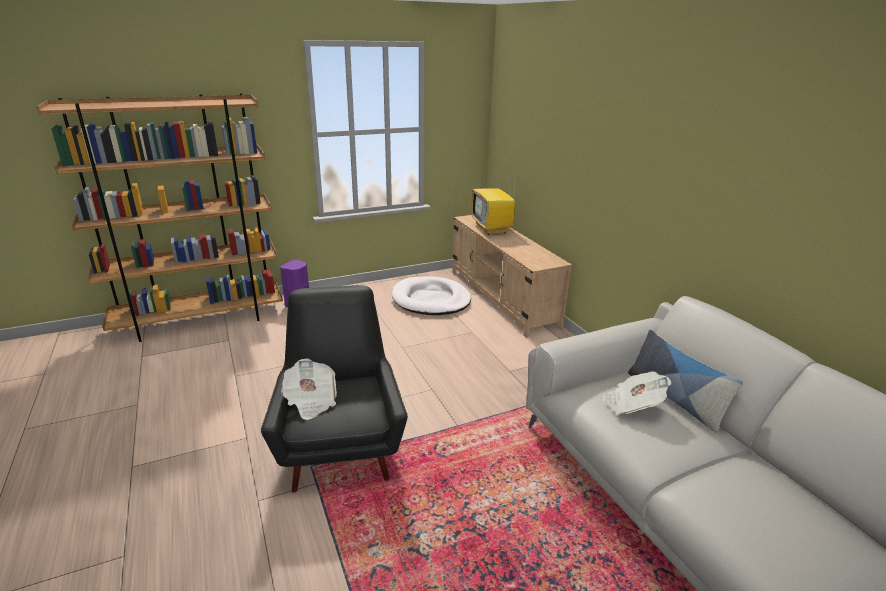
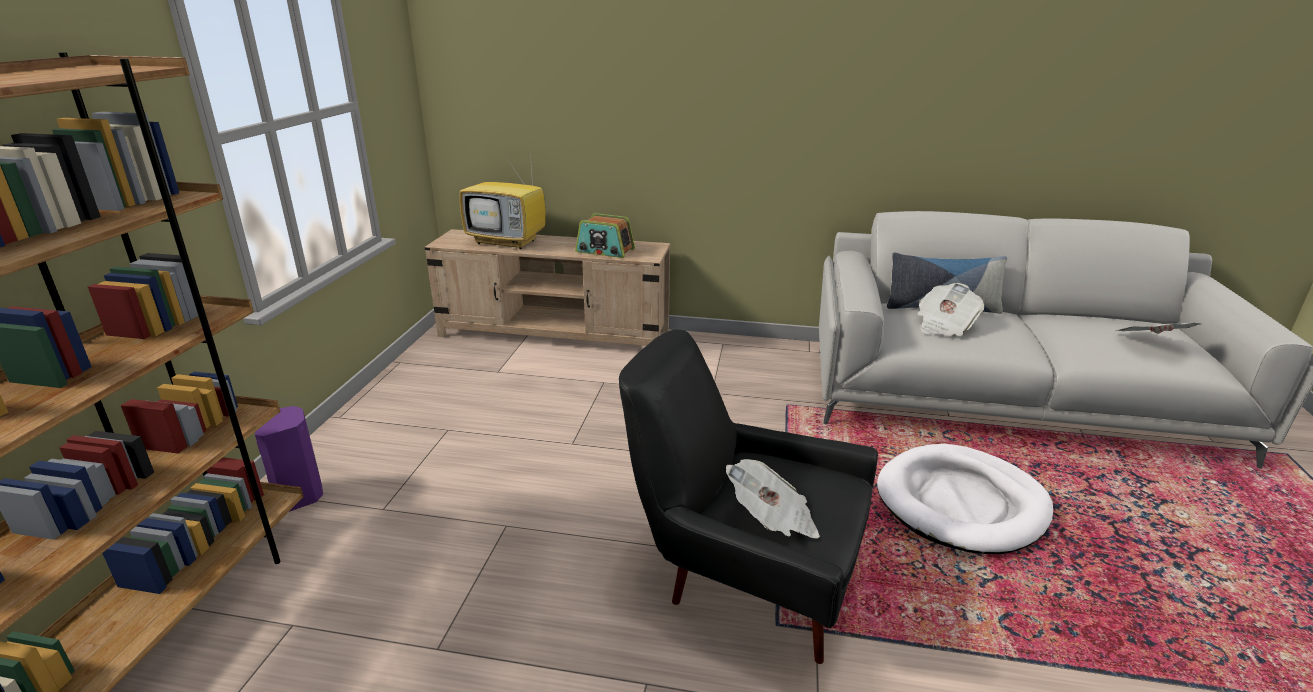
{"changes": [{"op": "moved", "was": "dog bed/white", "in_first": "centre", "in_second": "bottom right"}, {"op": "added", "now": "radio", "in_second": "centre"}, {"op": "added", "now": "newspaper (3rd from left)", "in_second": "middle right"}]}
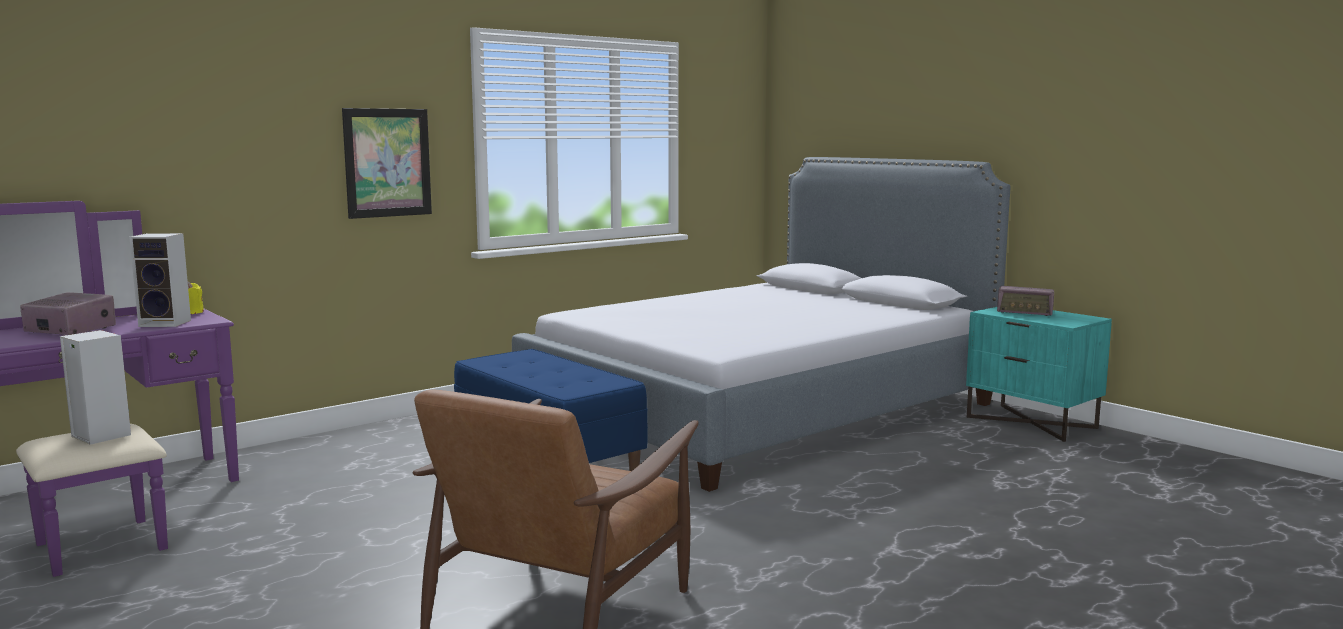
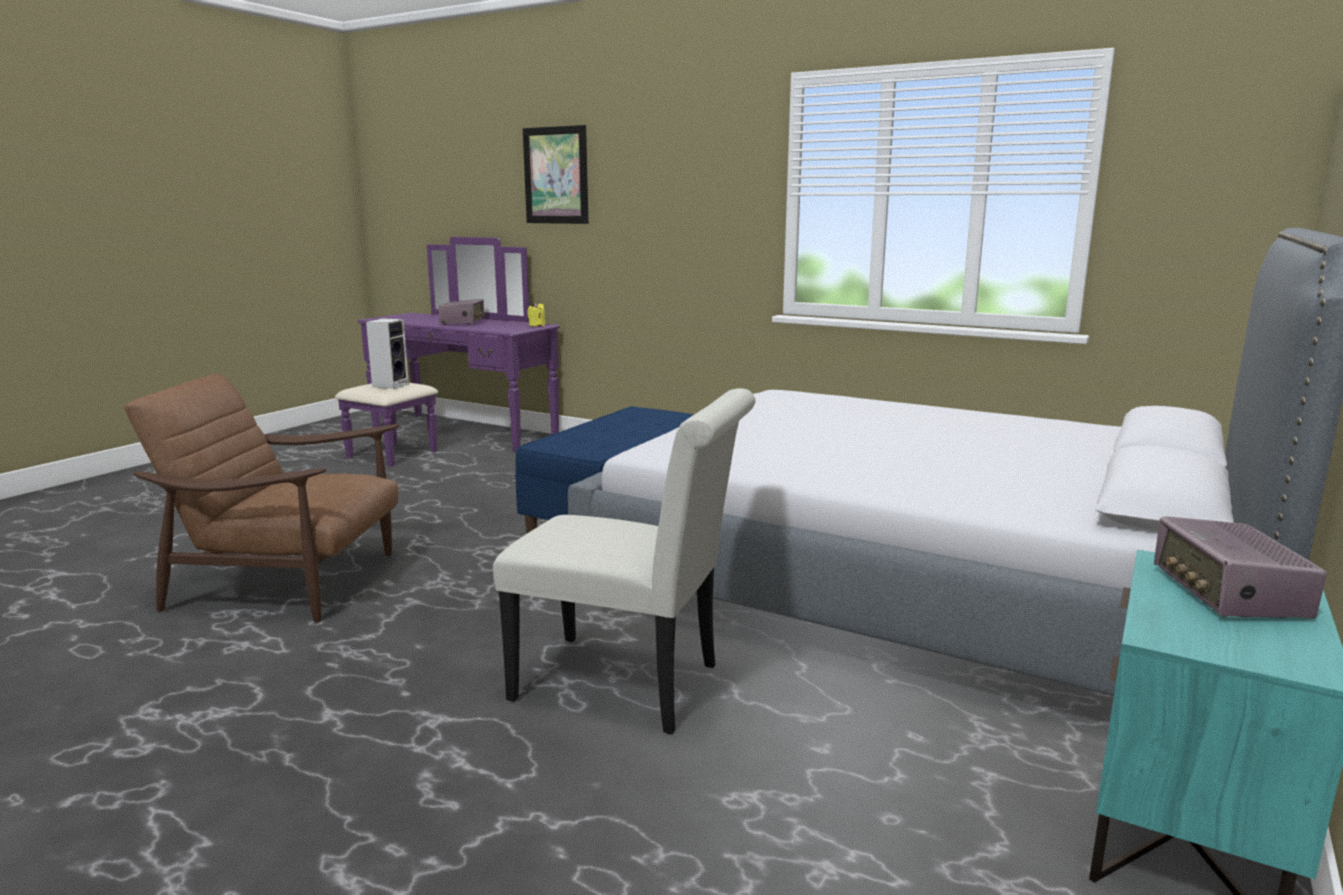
{"changes": [{"op": "removed", "was": "speaker (2nd from left)", "in_first": "middle left"}, {"op": "moved", "was": "picture", "in_first": "top left", "in_second": "top centre"}, {"op": "added", "now": "chair/white", "in_second": "centre"}]}
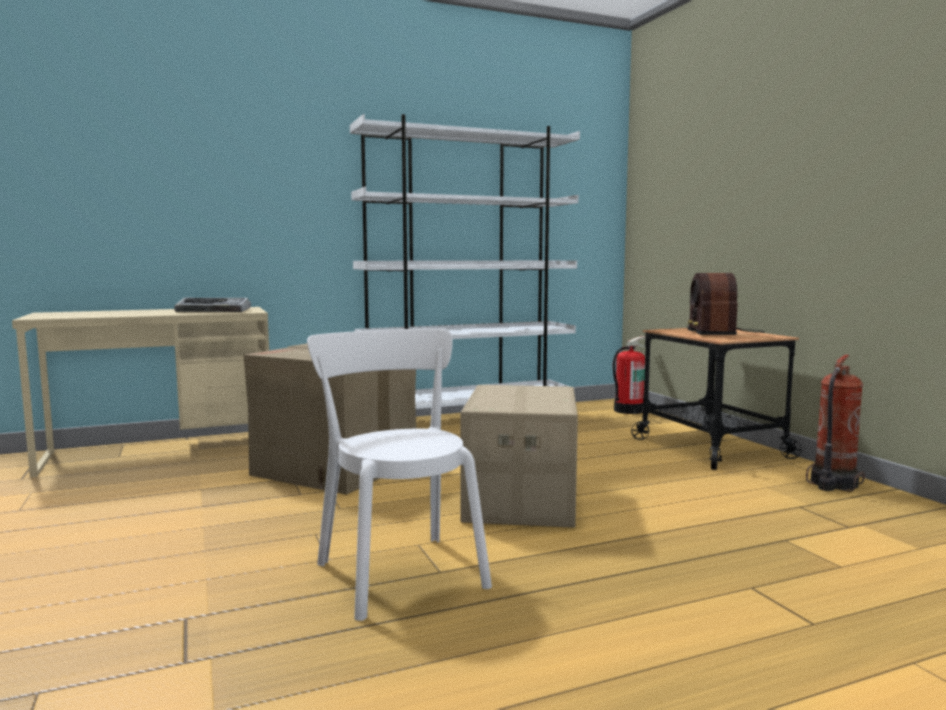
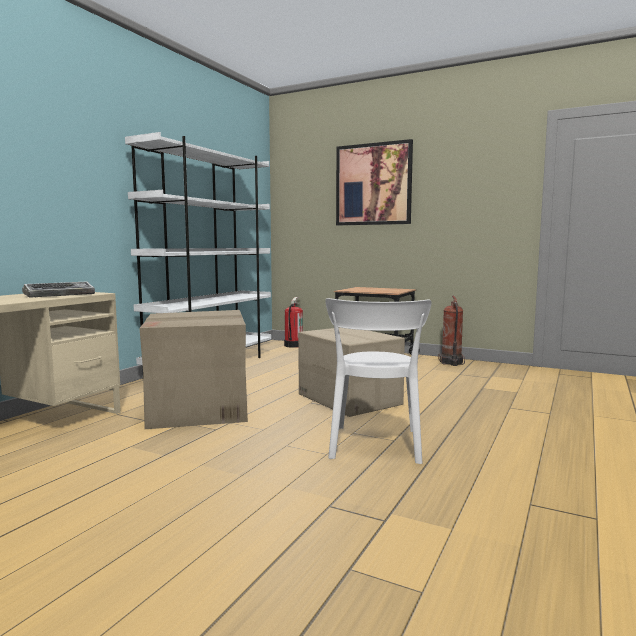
{"changes": [{"op": "turned", "was": "chair/white", "in_first": "bottom centre", "in_second": "centre", "clockwise": -105}, {"op": "removed", "was": "radio", "in_first": "middle right"}, {"op": "added", "now": "picture", "in_second": "top centre"}]}
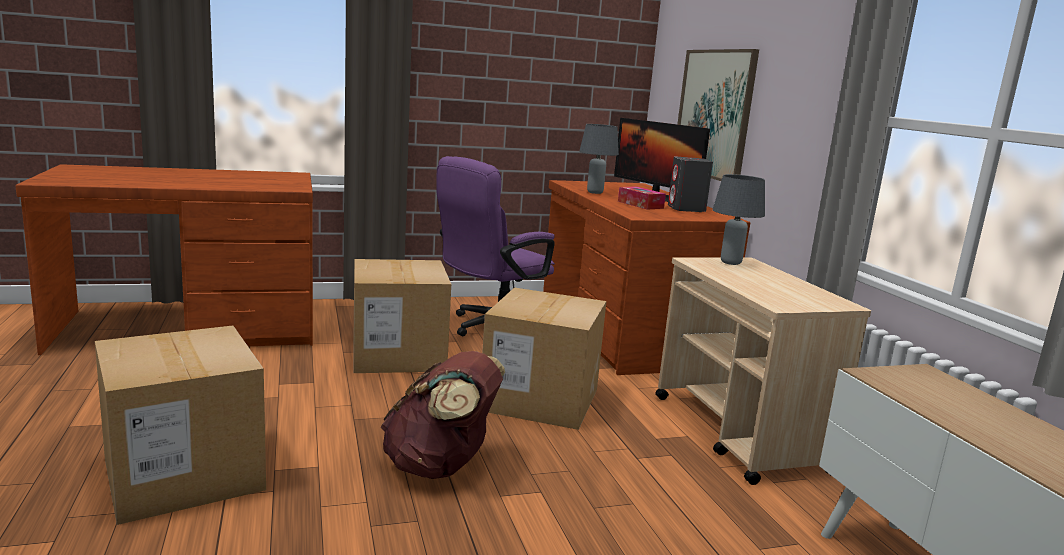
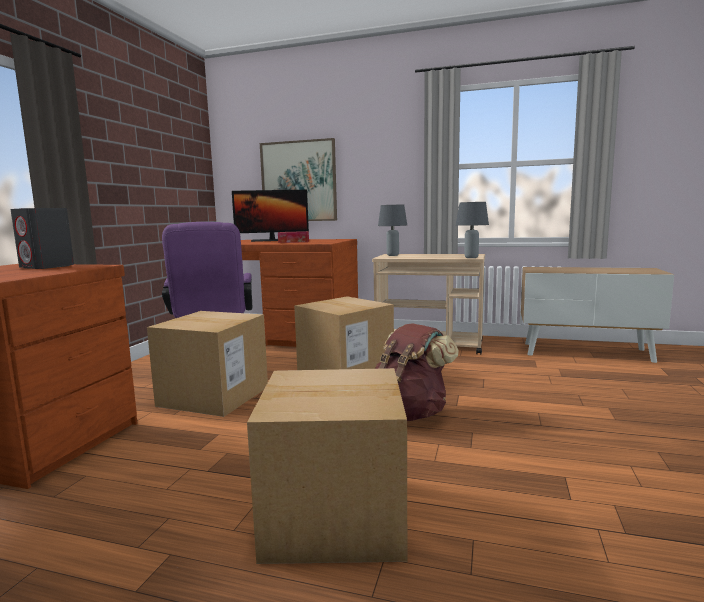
{"changes": [{"op": "moved", "was": "table lamp/grey (1st from left in the first image)", "now": "table lamp/grey (2nd from left)", "in_first": "top centre", "in_second": "middle right"}, {"op": "moved", "was": "speaker/grey", "in_first": "top centre", "in_second": "middle left"}]}
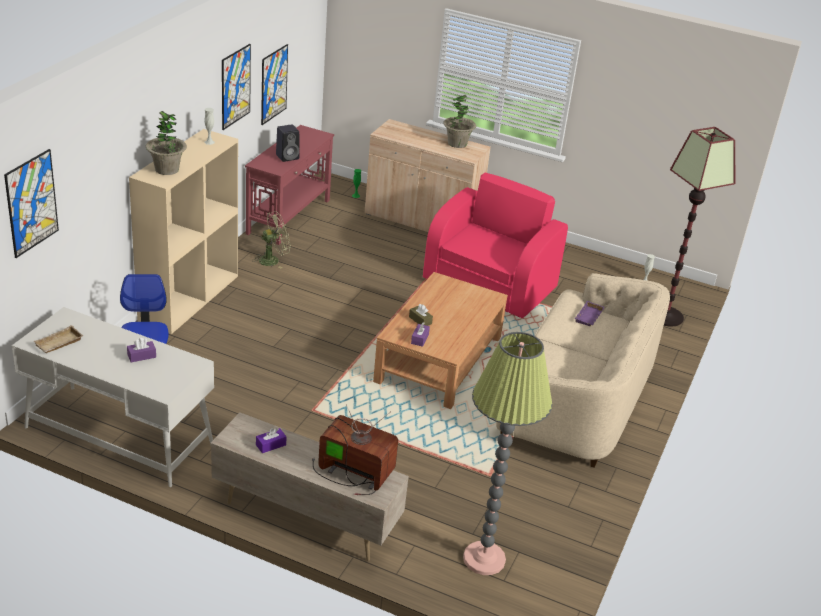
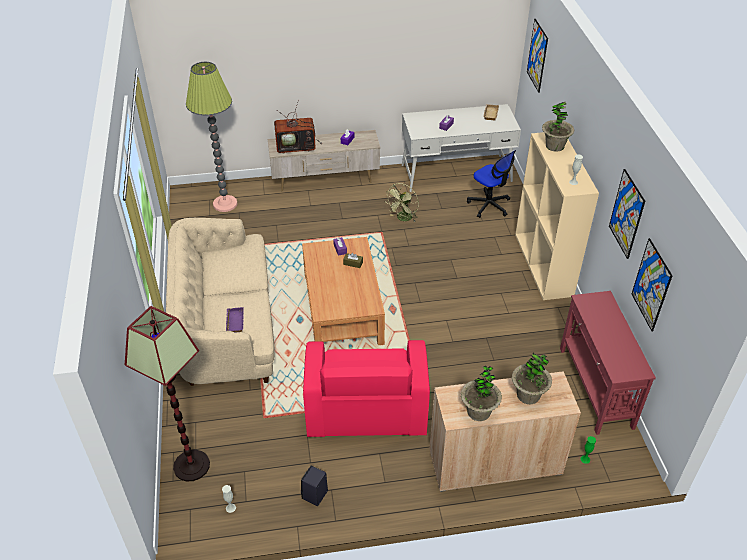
{"changes": [{"op": "moved", "was": "fan/green", "in_first": "middle left", "in_second": "centre"}, {"op": "moved", "was": "speaker/black", "in_first": "top centre", "in_second": "bottom centre"}, {"op": "added", "now": "potted plant (2nd from left)", "in_second": "bottom right"}]}
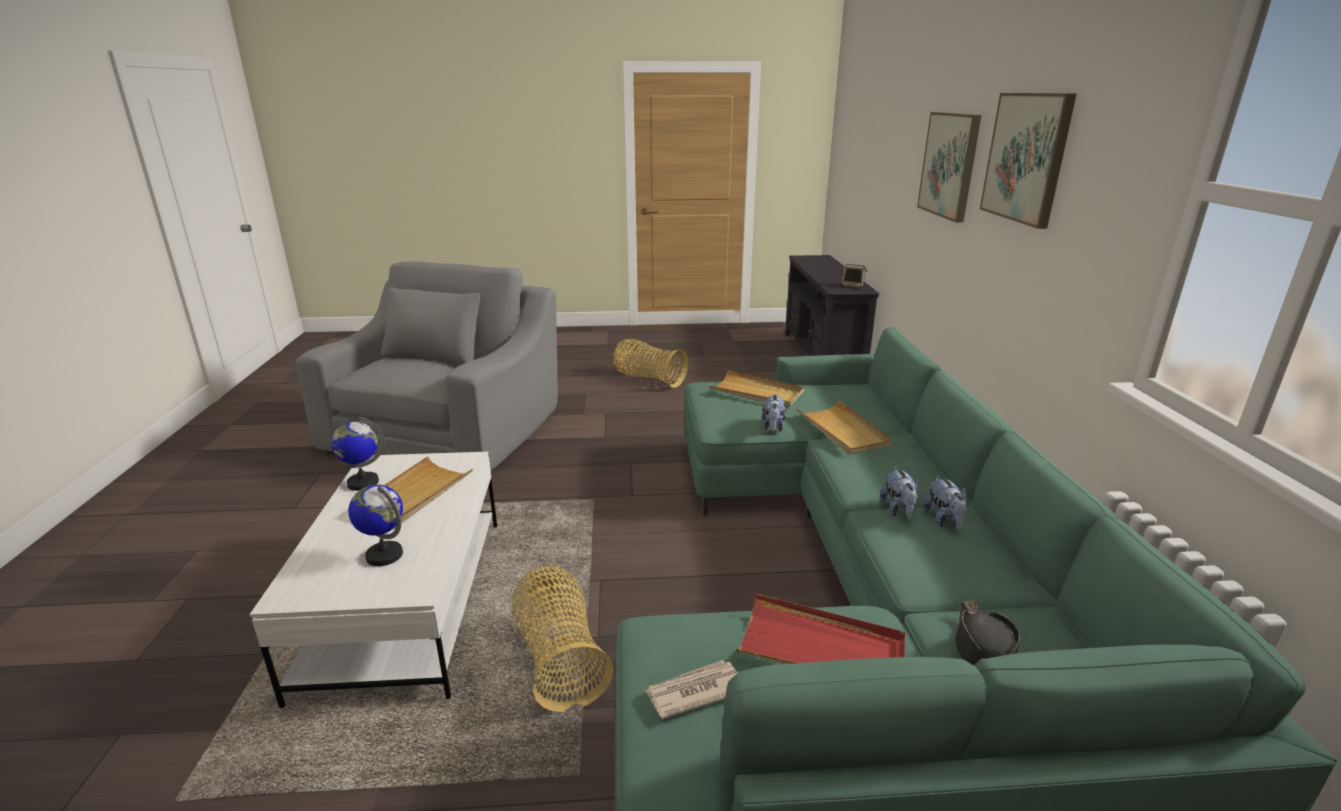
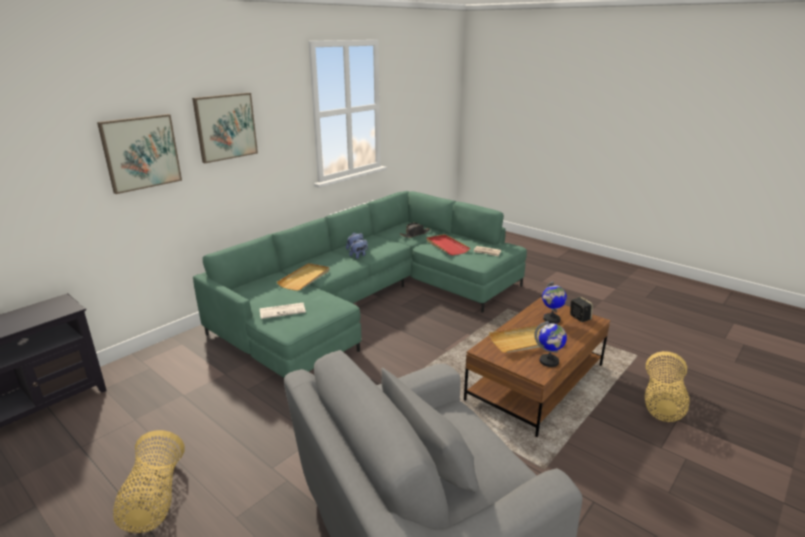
{"changes": [{"op": "recoloured", "was": "coffee table/white", "now": "coffee table/brown", "in_first": "bottom left", "in_second": "bottom right"}, {"op": "moved", "was": "basket (1st from left in the first image)", "now": "basket (2nd from left)", "in_first": "bottom centre", "in_second": "bottom right"}, {"op": "replaced", "was": "tray/beige (2nd from left)", "now": "newspaper (1st from left)", "in_first": "centre", "in_second": "centre"}, {"op": "removed", "was": "plush toy (1st from left)", "in_first": "centre"}, {"op": "moved", "was": "speaker", "in_first": "centre", "in_second": "middle right"}]}
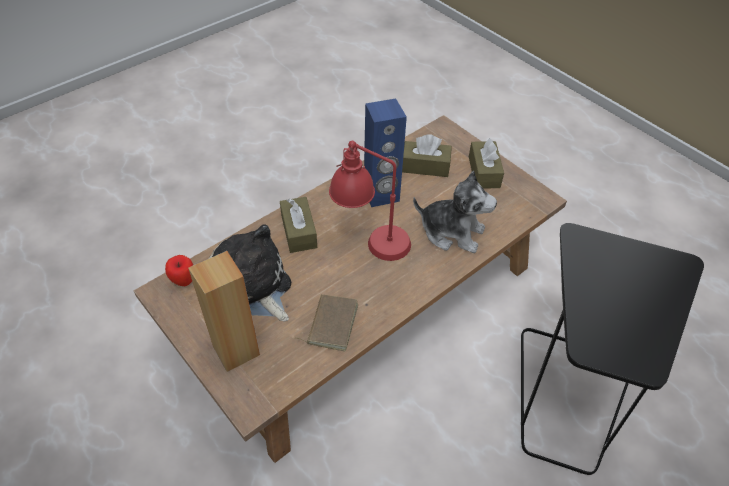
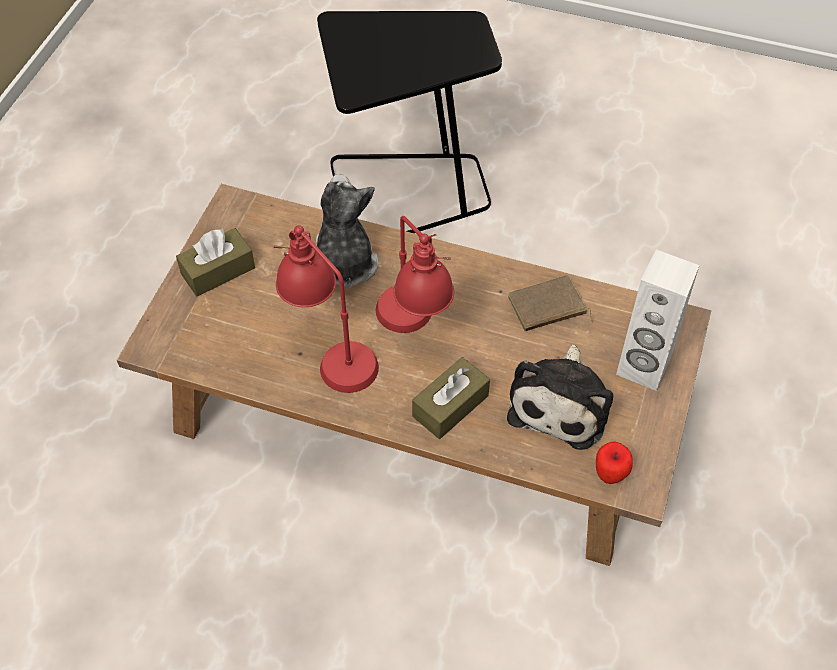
{"changes": [{"op": "recoloured", "was": "speaker/brown", "now": "speaker/white", "in_first": "middle left", "in_second": "middle right"}, {"op": "replaced", "was": "speaker/blue", "now": "table lamp/red (1st from left)", "in_first": "top centre", "in_second": "centre"}, {"op": "removed", "was": "tissue box/brown (2nd from left)", "in_first": "top centre"}]}
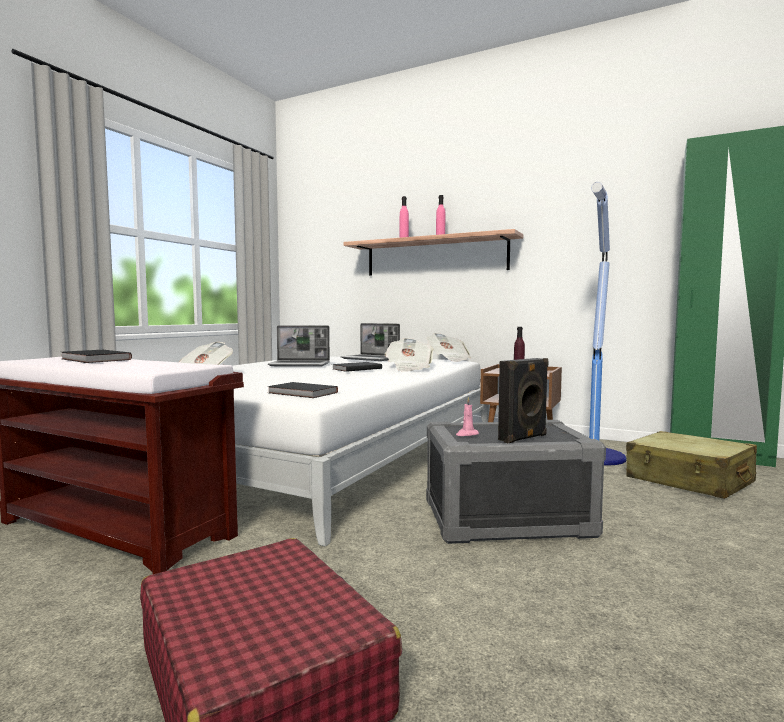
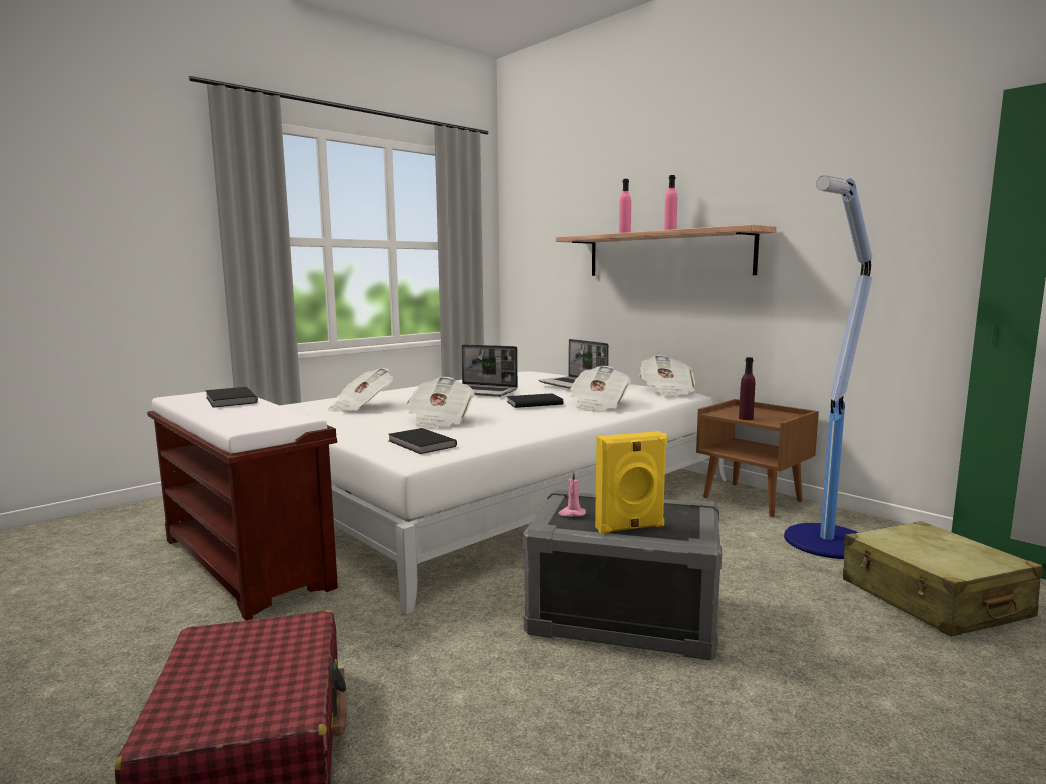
{"changes": [{"op": "recoloured", "was": "speaker/black", "now": "speaker/yellow", "in_first": "middle right", "in_second": "centre"}, {"op": "added", "now": "newspaper (2nd from left)", "in_second": "centre"}]}
